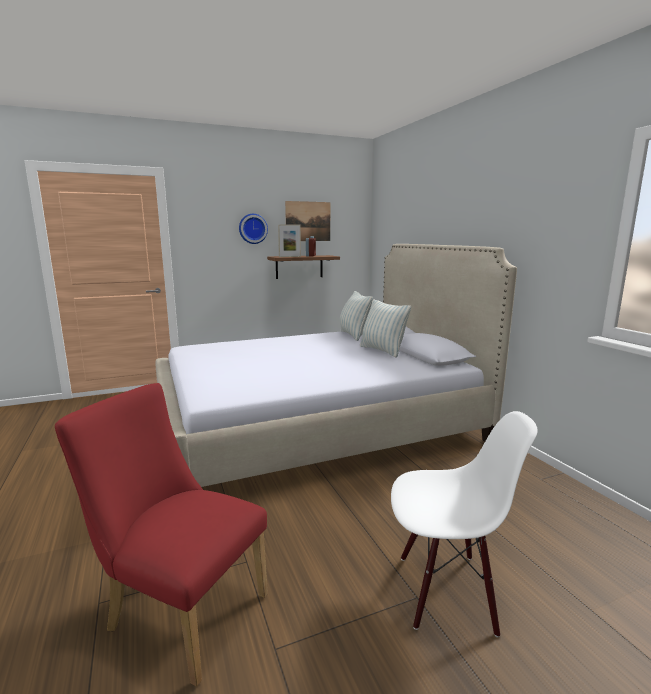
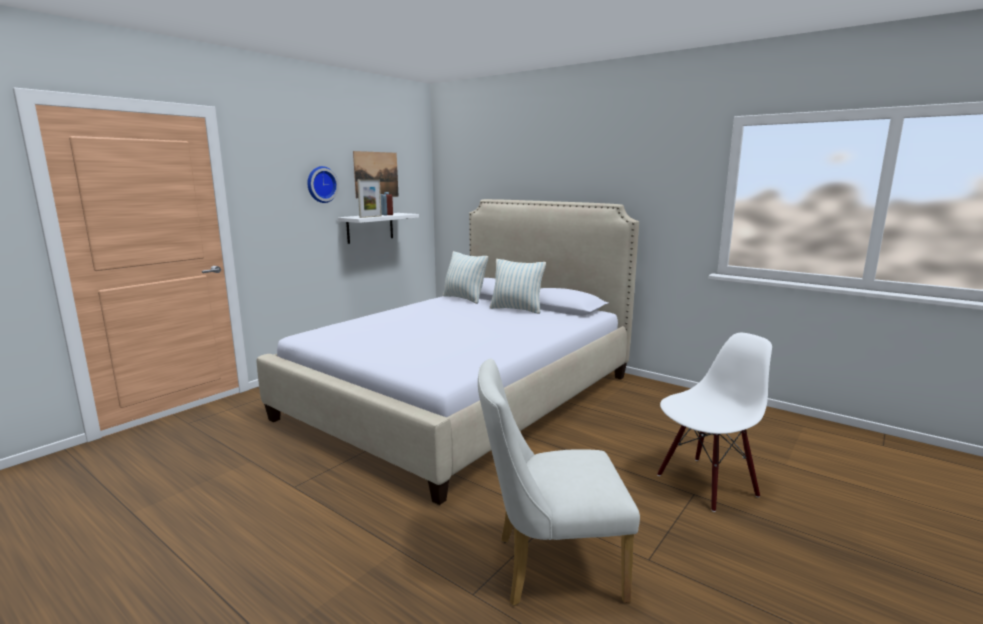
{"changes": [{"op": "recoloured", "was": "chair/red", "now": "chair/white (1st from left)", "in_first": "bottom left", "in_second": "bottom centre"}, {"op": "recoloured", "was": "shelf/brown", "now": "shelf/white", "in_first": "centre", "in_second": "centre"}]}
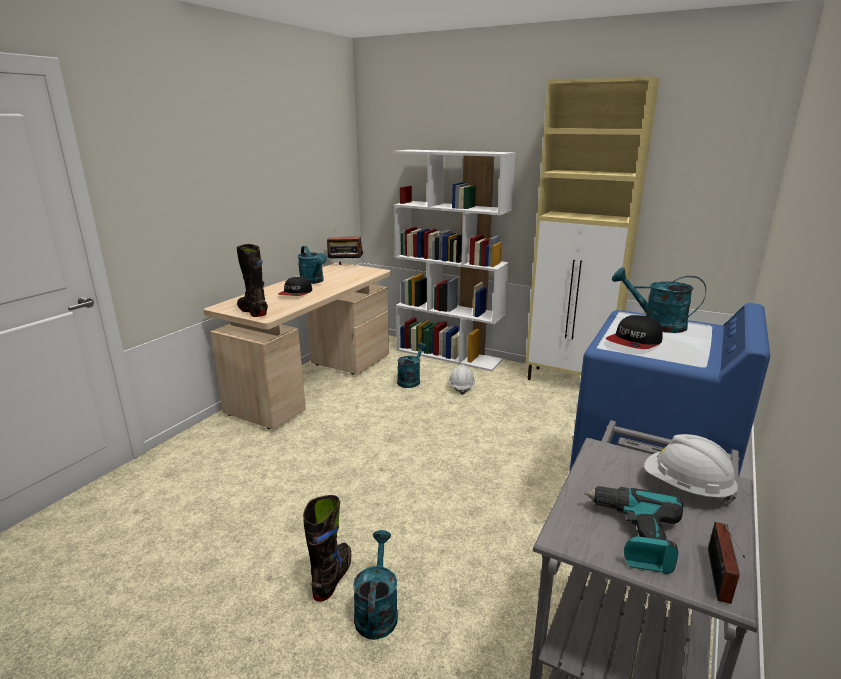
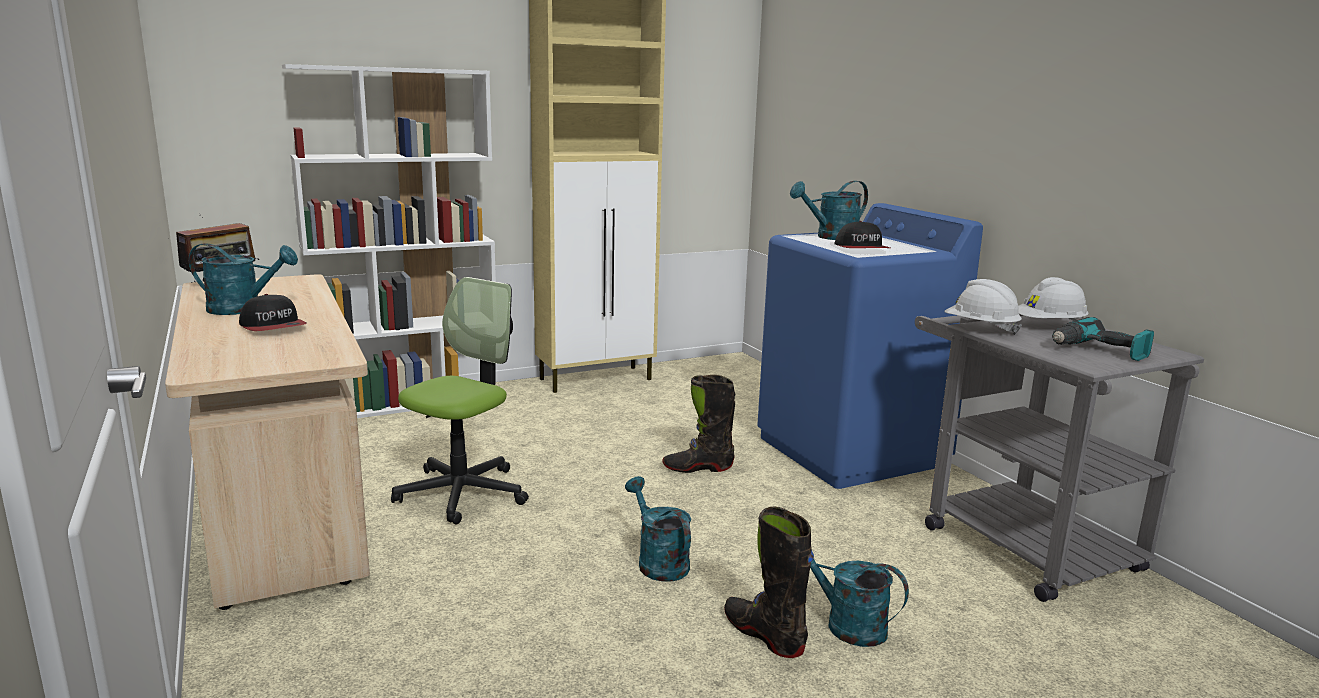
{"changes": [{"op": "moved", "was": "boot/black (1st from left)", "in_first": "middle left", "in_second": "centre"}, {"op": "moved", "was": "watering can/turquoise (3rd from left in the first image)", "now": "watering can/turquoise (2nd from left)", "in_first": "centre", "in_second": "bottom centre"}, {"op": "moved", "was": "hard hat/white (1st from left)", "in_first": "centre", "in_second": "middle right"}, {"op": "removed", "was": "radio (2nd from left)", "in_first": "bottom right"}, {"op": "added", "now": "office chair", "in_second": "centre"}]}
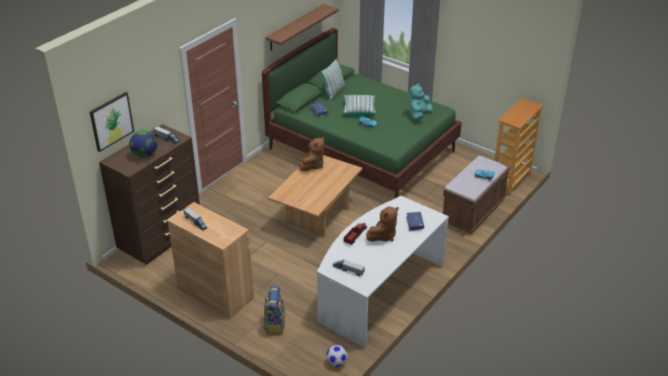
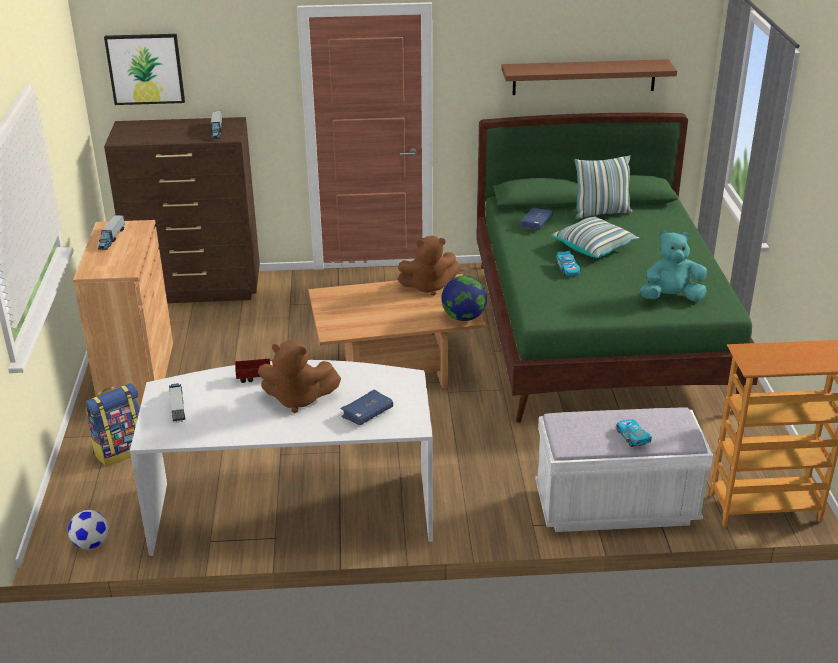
{"changes": [{"op": "moved", "was": "globe", "in_first": "middle left", "in_second": "centre"}, {"op": "recoloured", "was": "bench/brown", "now": "bench/white", "in_first": "middle right", "in_second": "bottom right"}]}
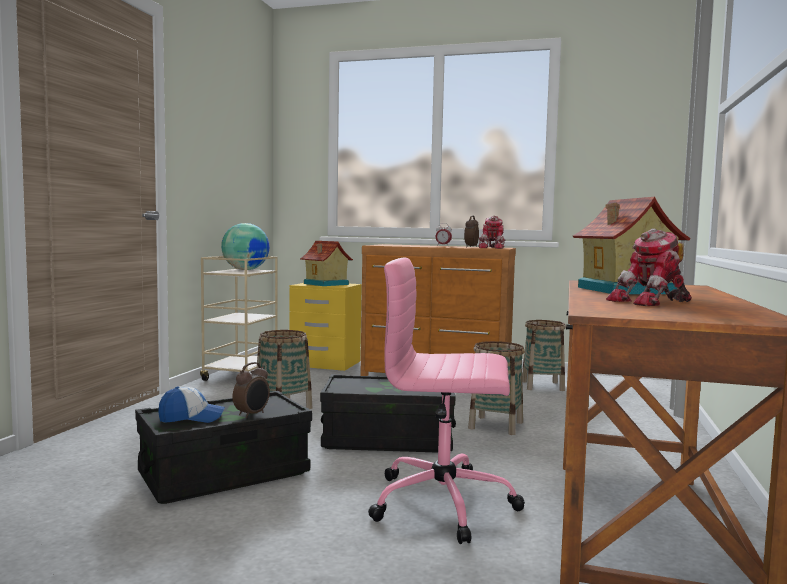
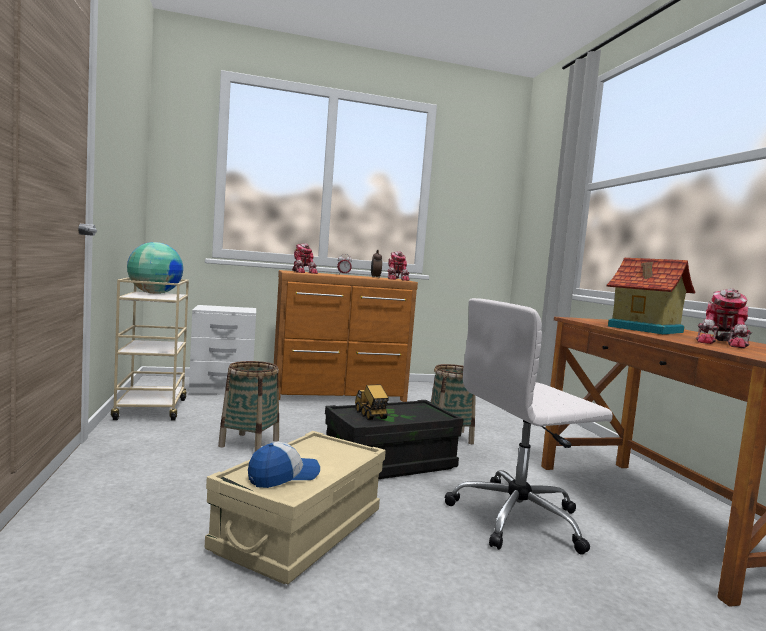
{"changes": [{"op": "recoloured", "was": "storage box/black (1st from left)", "now": "storage box/beige", "in_first": "bottom left", "in_second": "bottom centre"}, {"op": "removed", "was": "alarm clock (1st from left)", "in_first": "bottom left"}, {"op": "recoloured", "was": "nightstand/yellow", "now": "nightstand/white", "in_first": "centre", "in_second": "middle left"}, {"op": "removed", "was": "toy house (1st from left)", "in_first": "centre"}, {"op": "recoloured", "was": "office chair/pink", "now": "office chair/white", "in_first": "bottom centre", "in_second": "bottom right"}, {"op": "removed", "was": "basket (3rd from left)", "in_first": "middle right"}, {"op": "added", "now": "toy robot (1st from left)", "in_second": "centre"}, {"op": "added", "now": "toy truck", "in_second": "centre"}]}
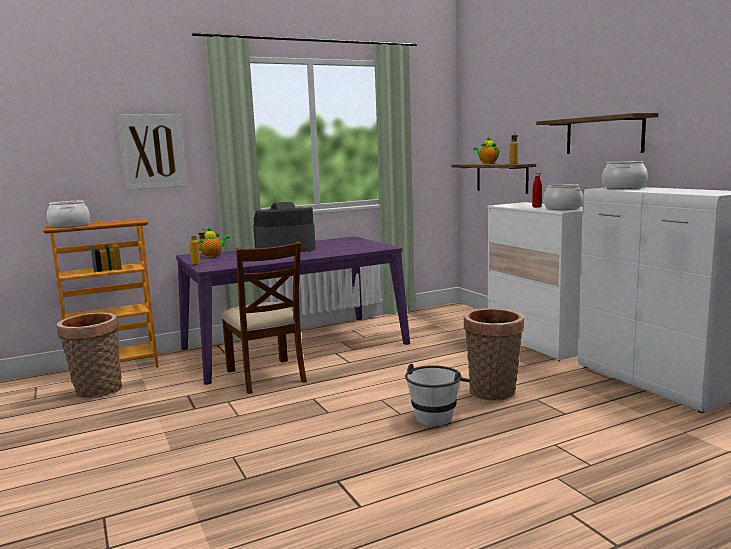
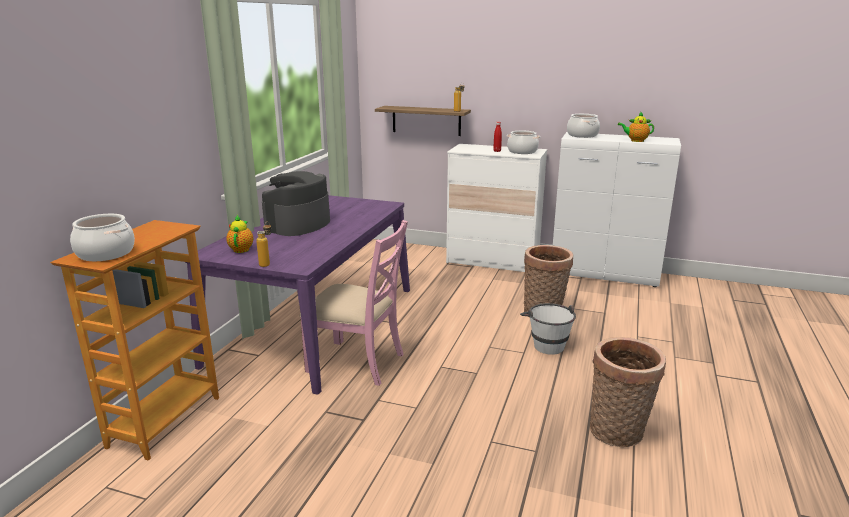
{"changes": [{"op": "moved", "was": "basket (1st from left in the first image)", "now": "basket (2nd from left)", "in_first": "middle left", "in_second": "bottom right"}, {"op": "removed", "was": "picture", "in_first": "top left"}, {"op": "recoloured", "was": "chair/brown", "now": "chair/pink", "in_first": "centre", "in_second": "centre"}, {"op": "moved", "was": "teapot (2nd from left)", "in_first": "top centre", "in_second": "top right"}, {"op": "removed", "was": "shelf (2nd from left)", "in_first": "top right"}]}
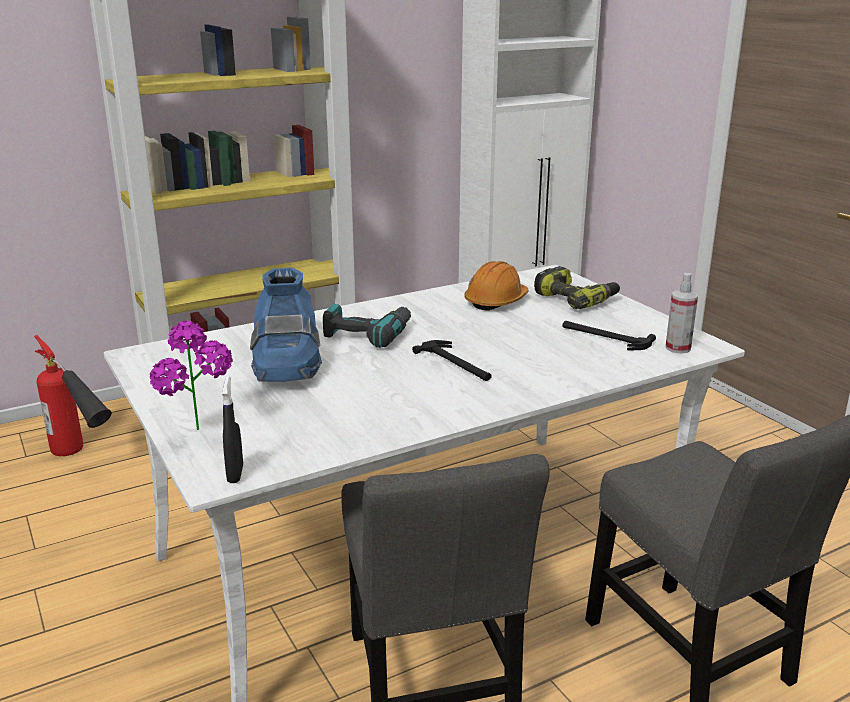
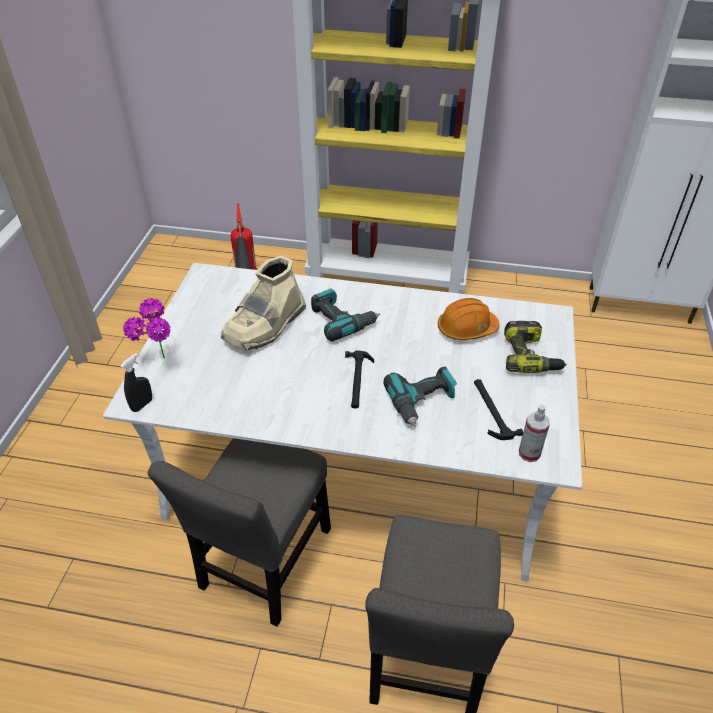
{"changes": [{"op": "recoloured", "was": "boot/blue", "now": "boot/beige", "in_first": "centre", "in_second": "centre"}, {"op": "added", "now": "power drill (2nd from left)", "in_second": "centre"}]}
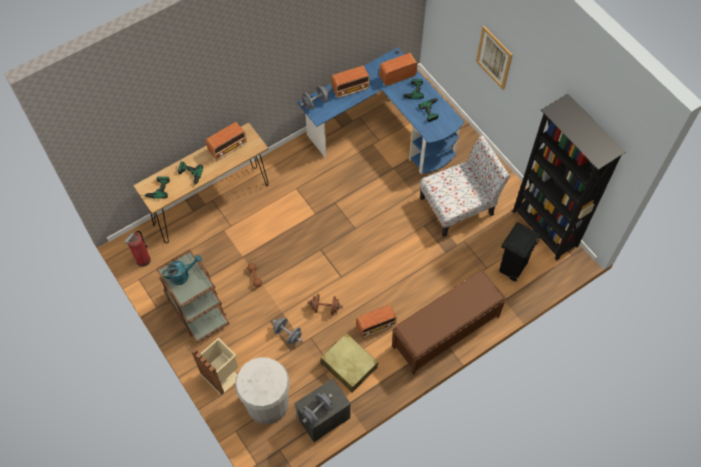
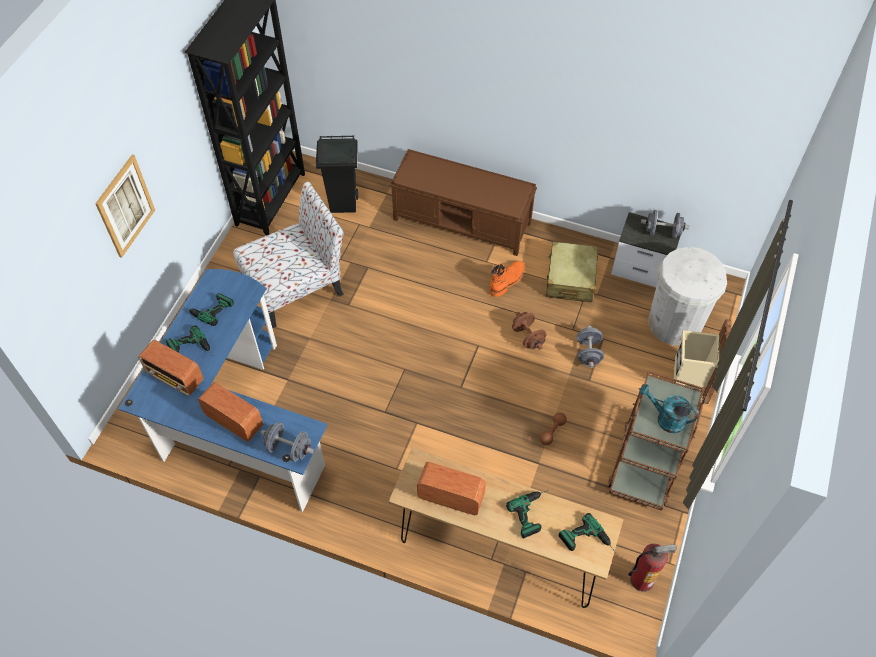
{"changes": [{"op": "replaced", "was": "radio (3rd from left)", "now": "boot/orange", "in_first": "bottom centre", "in_second": "centre"}, {"op": "turned", "was": "chair", "in_first": "centre", "in_second": "middle left", "clockwise": 120}]}
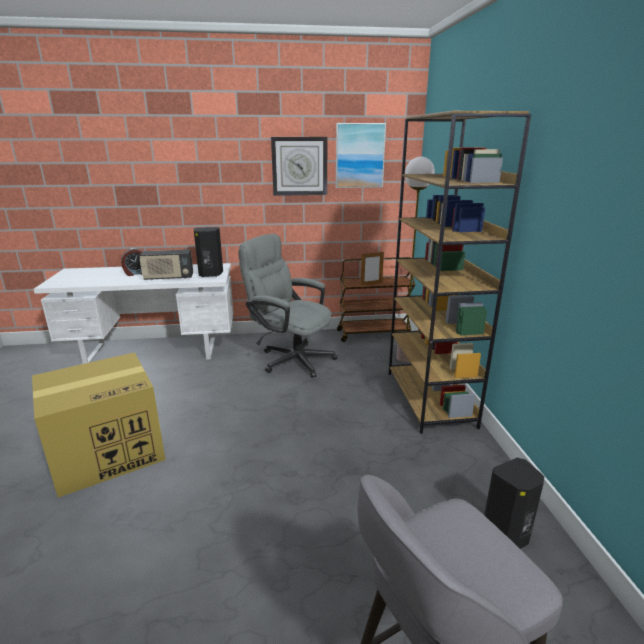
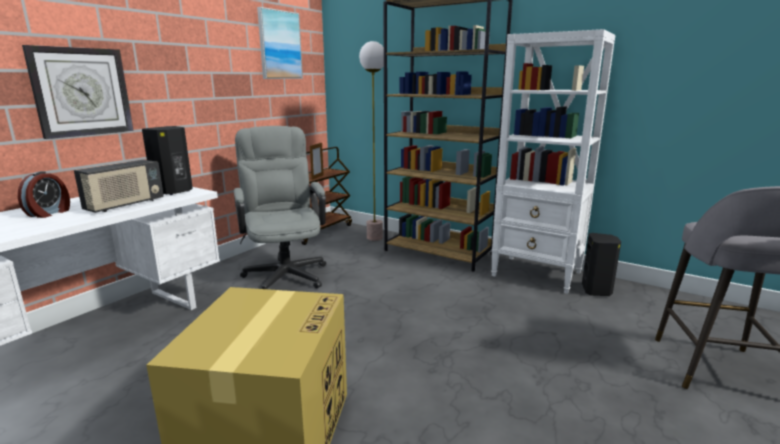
{"changes": [{"op": "turned", "was": "office chair/grey", "in_first": "centre", "in_second": "centre", "clockwise": 90}, {"op": "moved", "was": "wall clock", "in_first": "top centre", "in_second": "top left"}, {"op": "added", "now": "bookcase/white", "in_second": "middle right"}]}
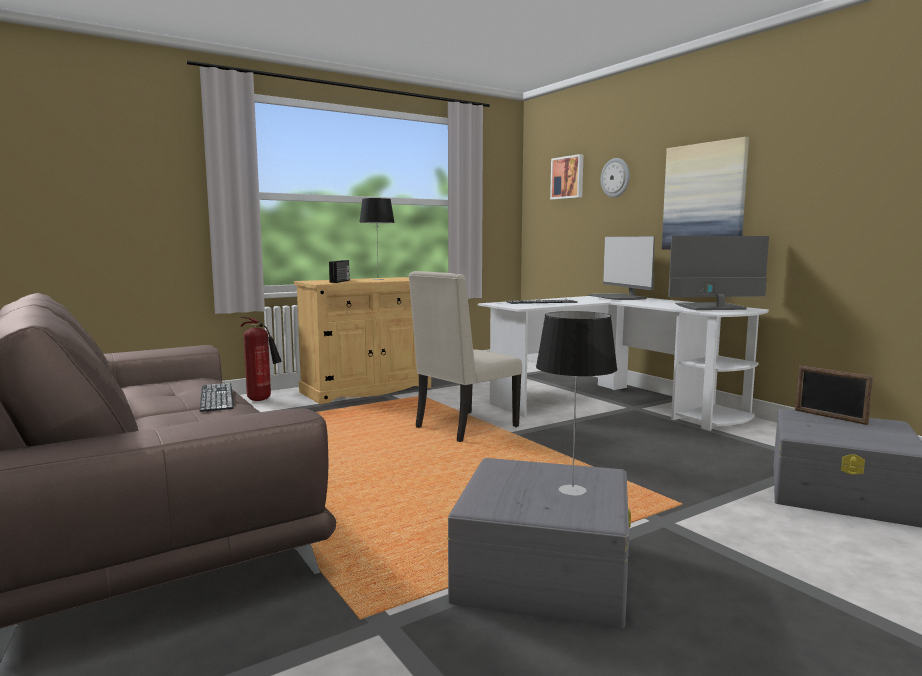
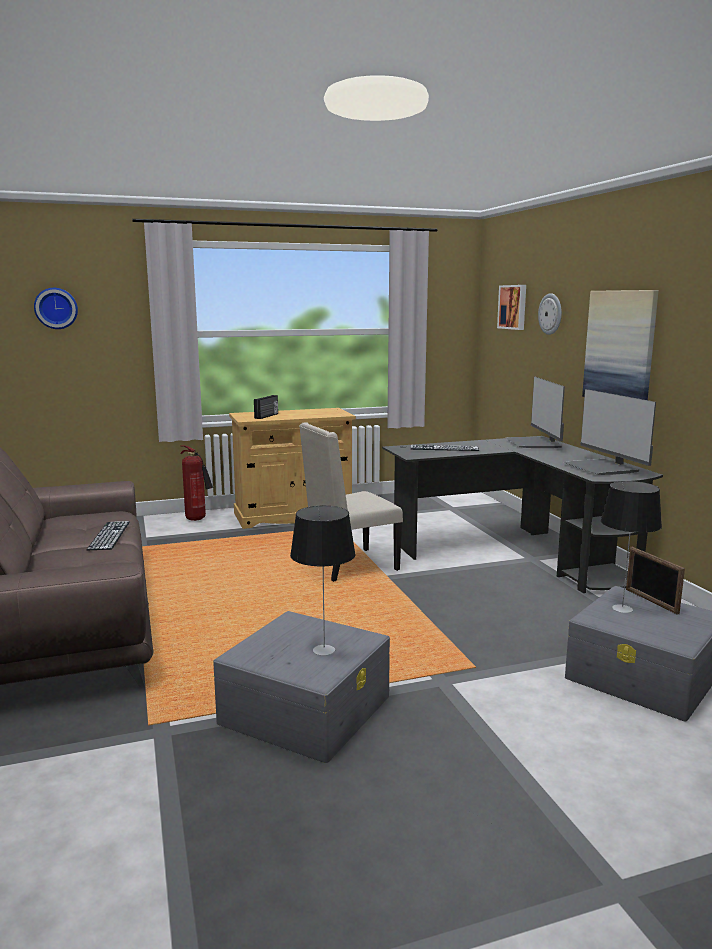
{"changes": [{"op": "moved", "was": "table lamp (1st from left in the first image)", "now": "table lamp (2nd from left)", "in_first": "centre", "in_second": "middle right"}, {"op": "recoloured", "was": "desk/white", "now": "desk/black", "in_first": "middle right", "in_second": "middle right"}, {"op": "turned", "was": "monitor (2nd from left)", "in_first": "middle right", "in_second": "middle right", "clockwise": -120}, {"op": "added", "now": "wall clock (1st from left)", "in_second": "top left"}]}
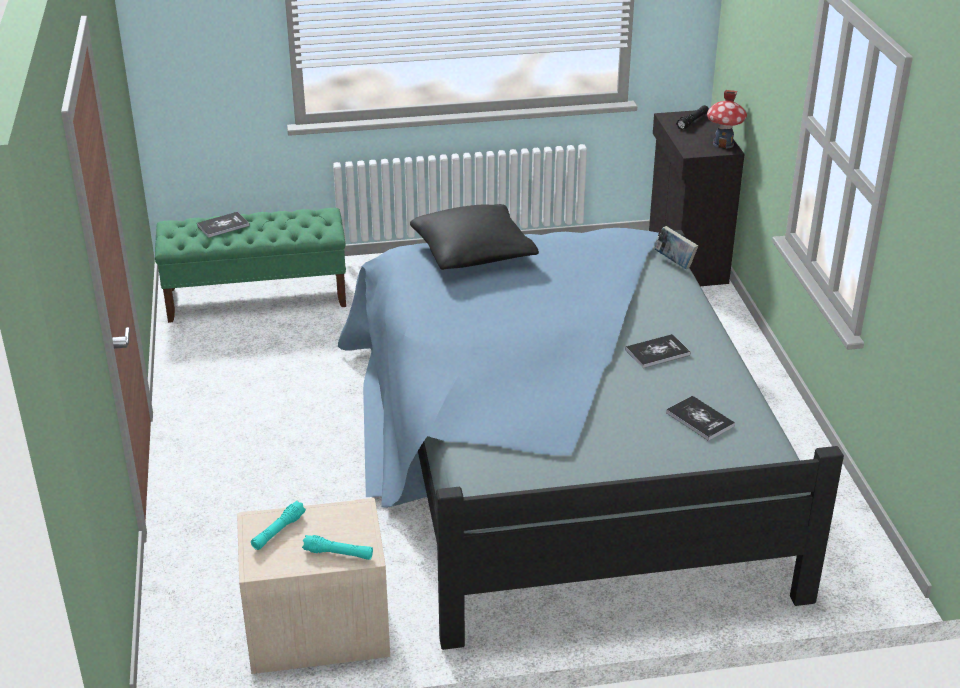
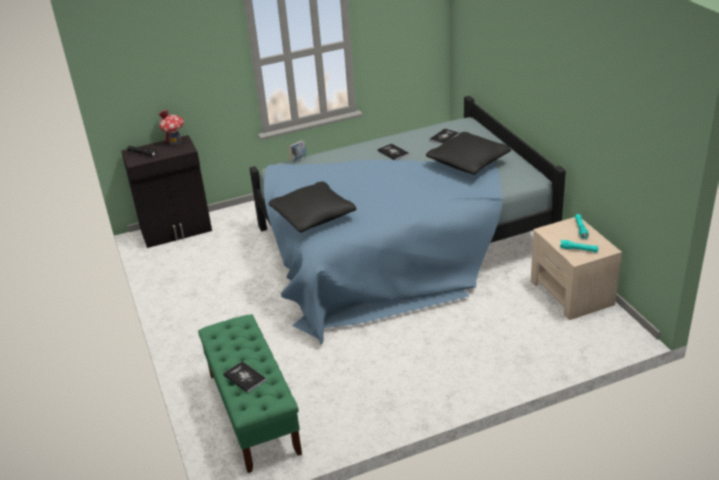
{"changes": [{"op": "added", "now": "pillow/black (2nd from left)", "in_second": "top centre"}]}
